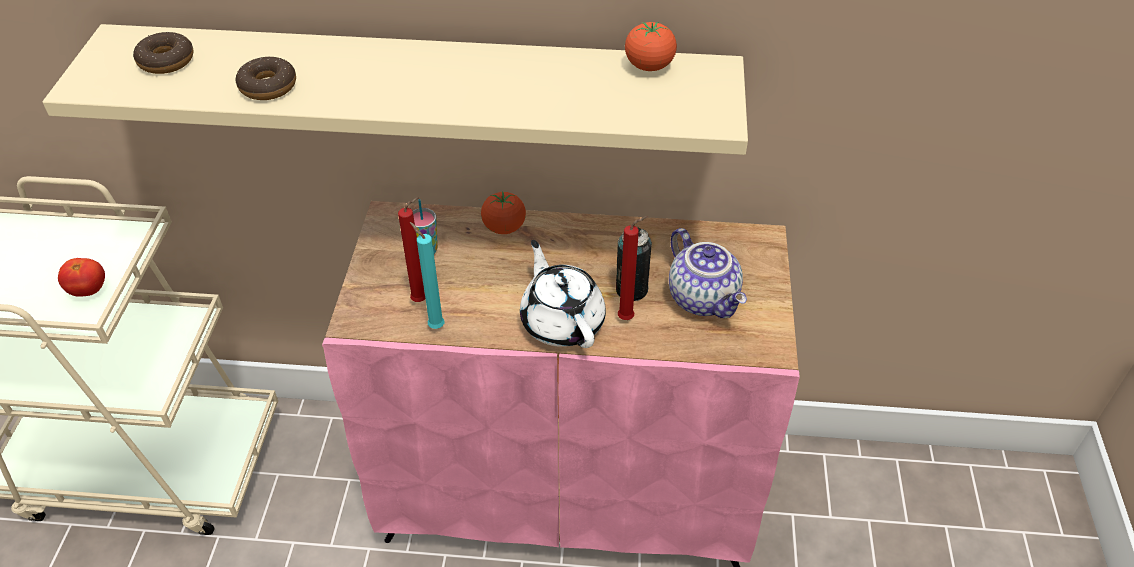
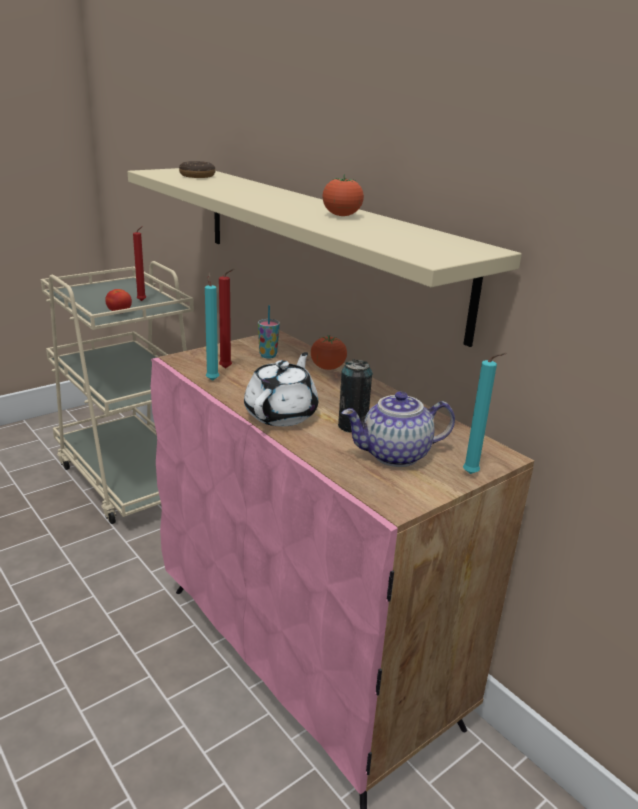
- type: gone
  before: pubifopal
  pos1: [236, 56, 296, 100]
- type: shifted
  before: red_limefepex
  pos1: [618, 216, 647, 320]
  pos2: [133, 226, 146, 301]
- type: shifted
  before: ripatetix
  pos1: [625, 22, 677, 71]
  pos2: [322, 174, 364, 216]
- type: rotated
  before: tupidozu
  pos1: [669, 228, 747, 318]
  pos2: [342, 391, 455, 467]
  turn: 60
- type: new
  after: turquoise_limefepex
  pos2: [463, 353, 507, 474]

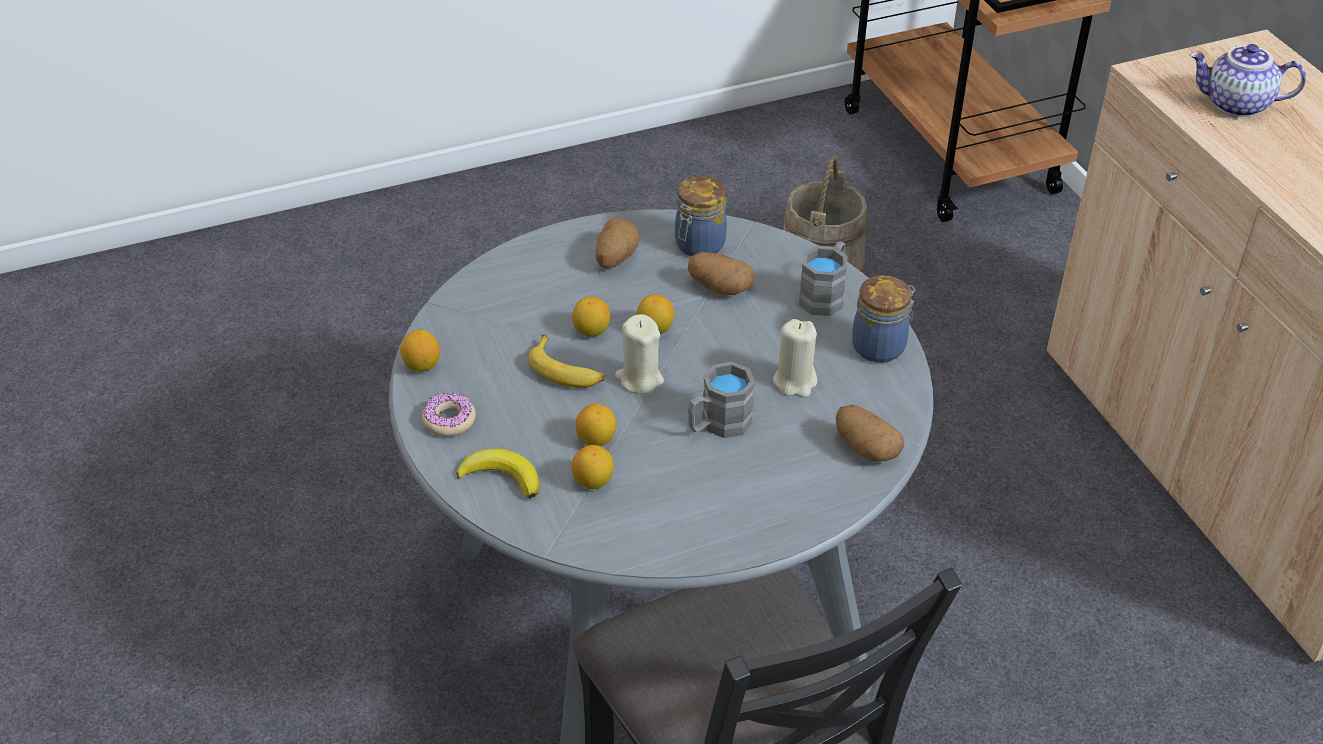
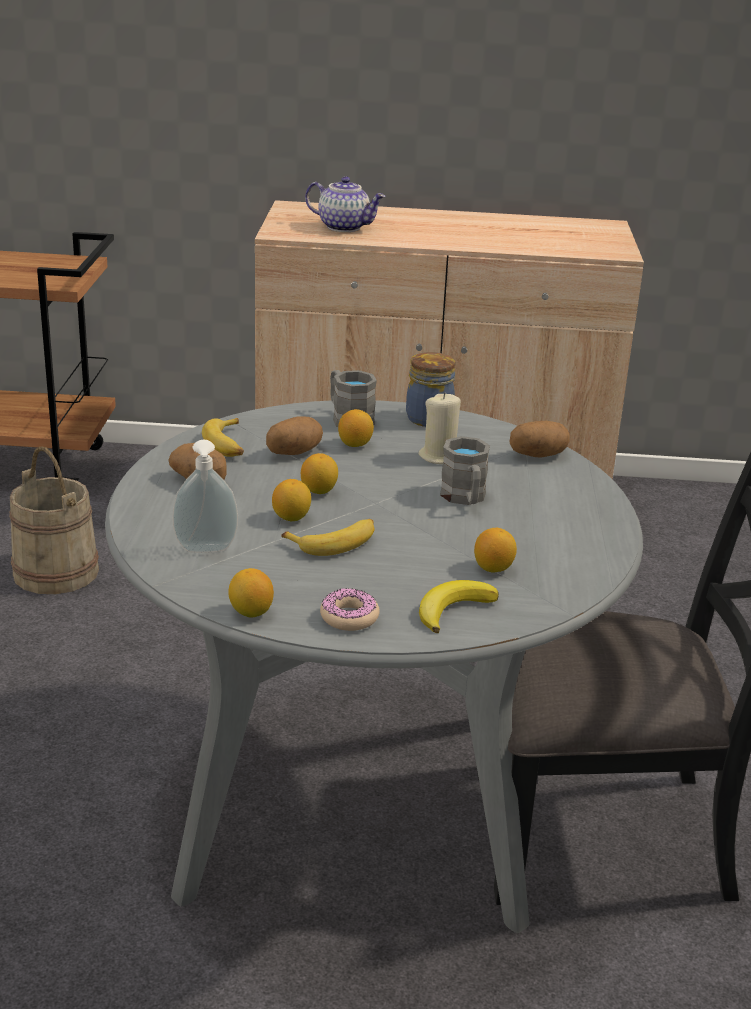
- type: shifted
  before: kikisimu
  pos1: [575, 404, 616, 446]
  pos2: [338, 409, 374, 447]
- type: gone
  before: beige_limefepex
  pos1: [615, 314, 664, 394]
- type: swapped
  before: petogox
  after: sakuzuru
  pos1: [675, 176, 727, 256]
  pos2: [202, 418, 244, 457]
- type: rotated
  before: tupidozu
  pos1: [1189, 44, 1306, 117]
  pos2: [305, 176, 386, 232]
  turn: -105
- type: new
  after: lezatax
  pos2: [172, 439, 238, 553]

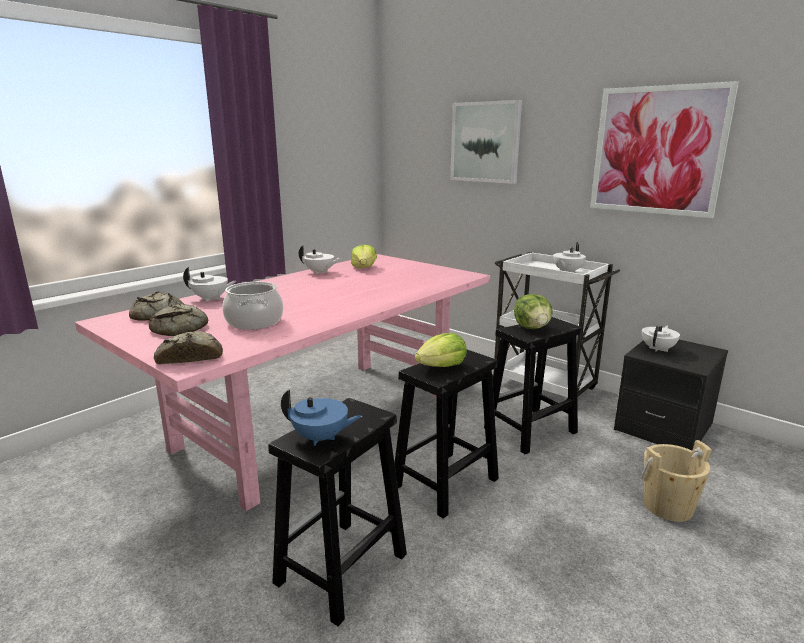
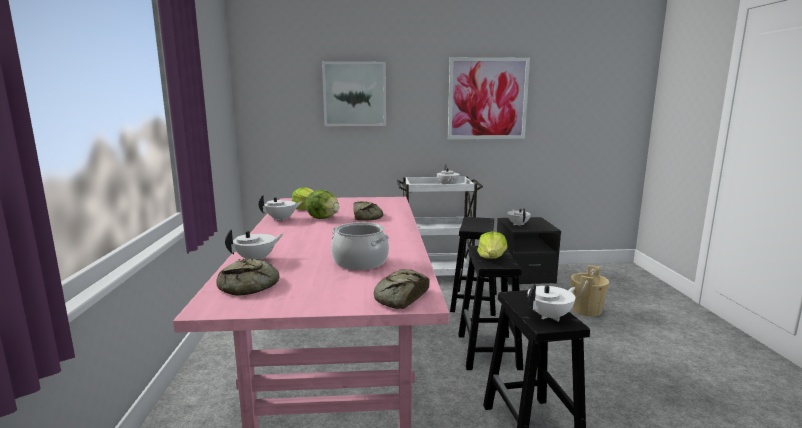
- type: shifted
  before: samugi
  pos1: [149, 304, 208, 336]
  pos2: [353, 201, 383, 221]
- type: repainted
  before: blue_tupidozu
  after: white_tupidozu
  pos1: [281, 389, 362, 446]
  pos2: [528, 284, 575, 322]
- type: shifted
  before: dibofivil
  pos1: [514, 294, 553, 329]
  pos2: [305, 190, 339, 219]

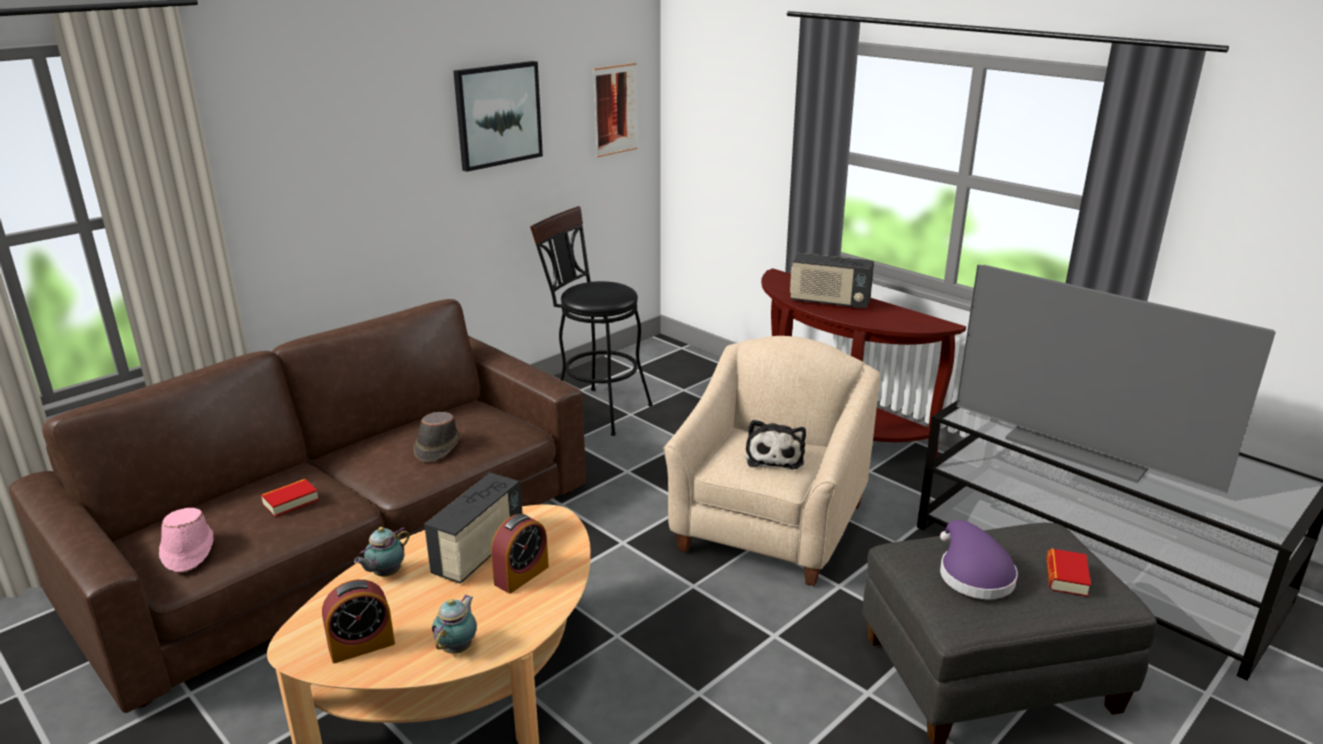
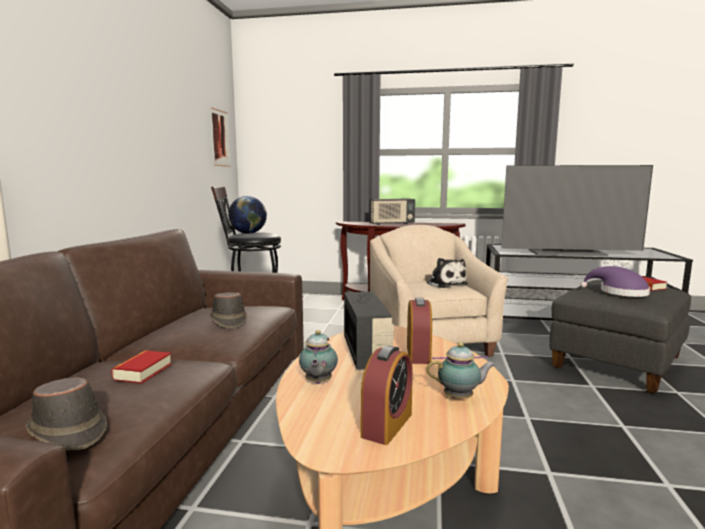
- type: repainted
  before: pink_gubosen
  after: brown_gubosen
  pos1: [159, 508, 213, 572]
  pos2: [26, 377, 107, 450]
- type: rotated
  before: tupidozu
  pos1: [432, 595, 477, 654]
  pos2: [426, 342, 496, 398]
  turn: 105
- type: gone
  before: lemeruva
  pos1: [453, 61, 543, 172]
- type: new
  after: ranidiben
  pos2: [228, 196, 267, 234]

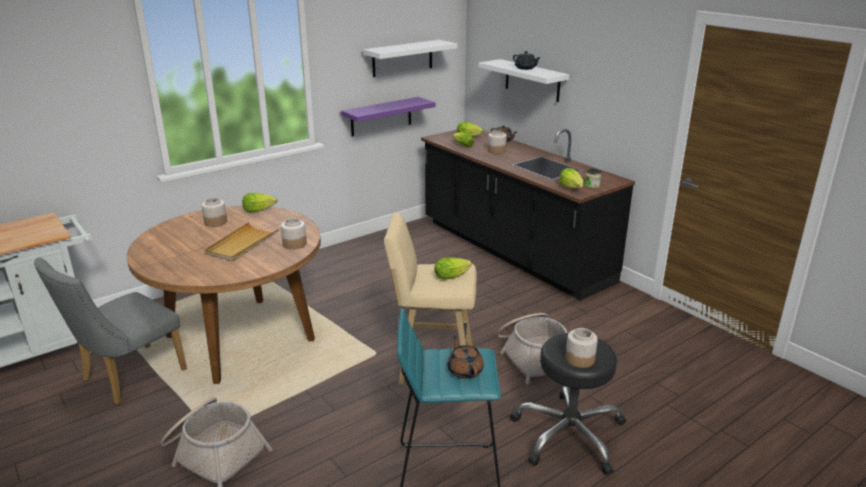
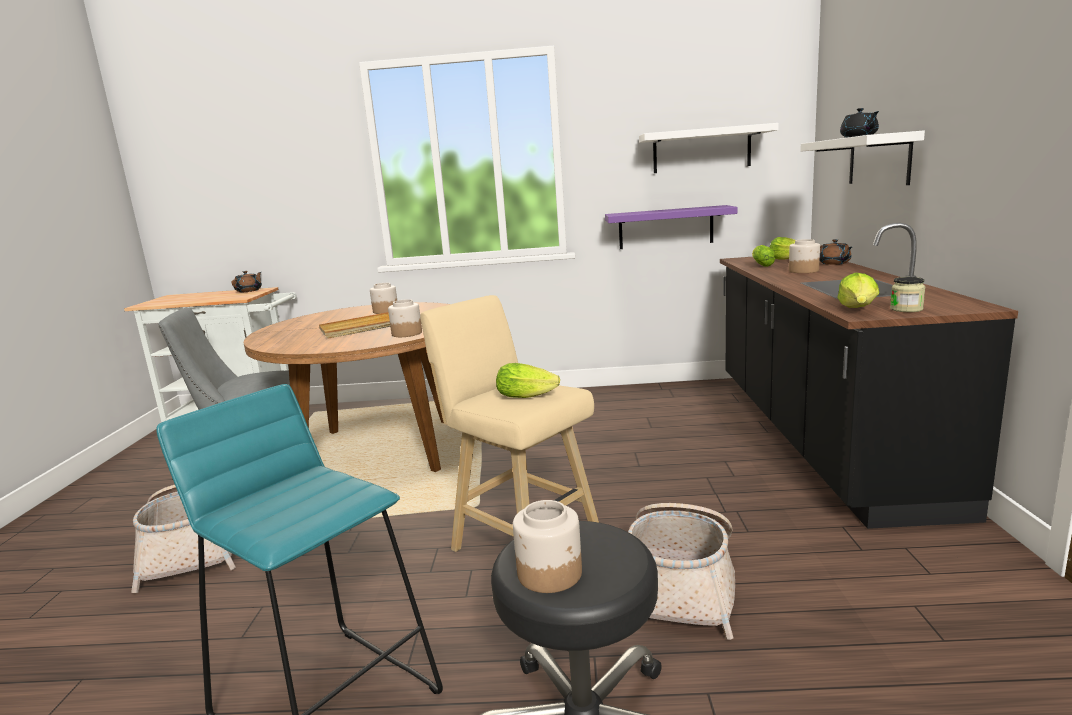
- type: gone
  before: dibofivil
  pos1: [242, 193, 277, 213]
- type: shifted
  before: brown_tupidozu
  pos1: [447, 336, 484, 379]
  pos2: [231, 271, 262, 292]

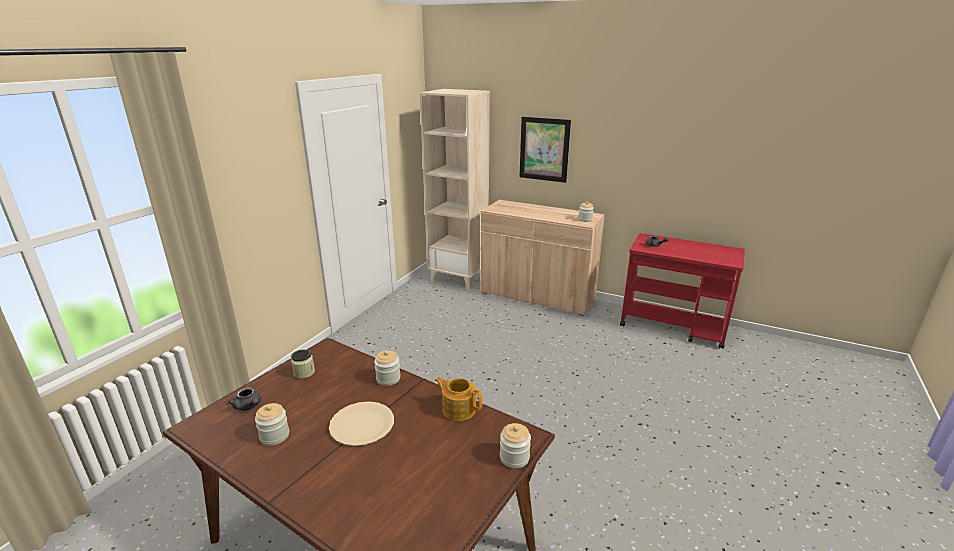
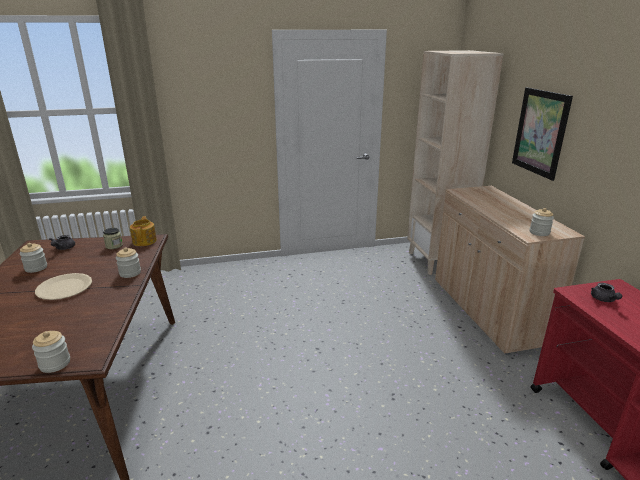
- type: shifted
  before: tupidozu
  pos1: [435, 377, 482, 421]
  pos2: [130, 216, 157, 246]

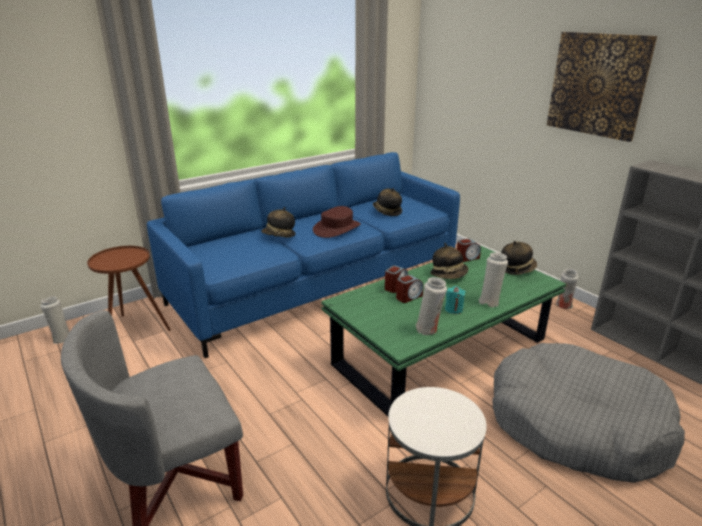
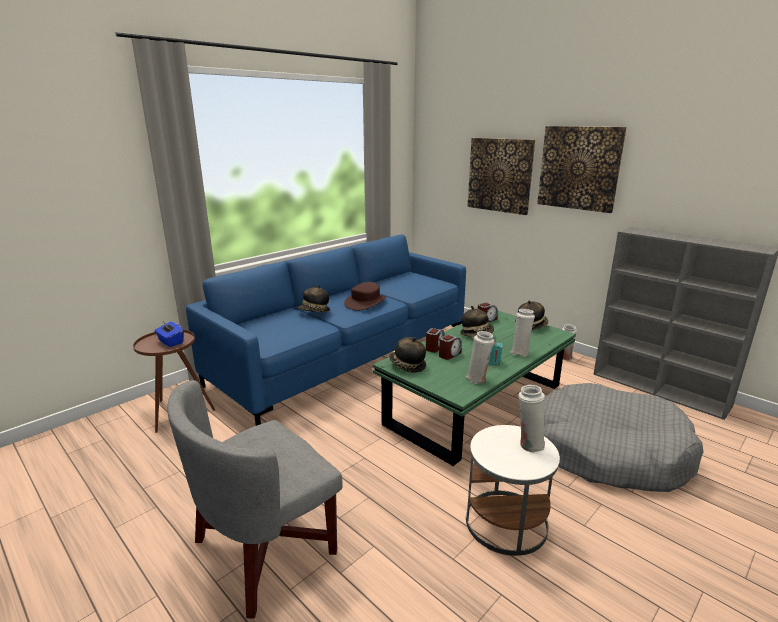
- type: shifted
  before: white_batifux
  pos1: [41, 296, 70, 344]
  pos2: [518, 385, 546, 453]
- type: shifted
  before: gubosen
  pos1: [373, 188, 402, 216]
  pos2: [389, 337, 426, 373]
- type: new
  after: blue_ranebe
  pos2: [154, 322, 184, 347]
- type: new
  after: lemeruva
  pos2: [468, 138, 535, 215]

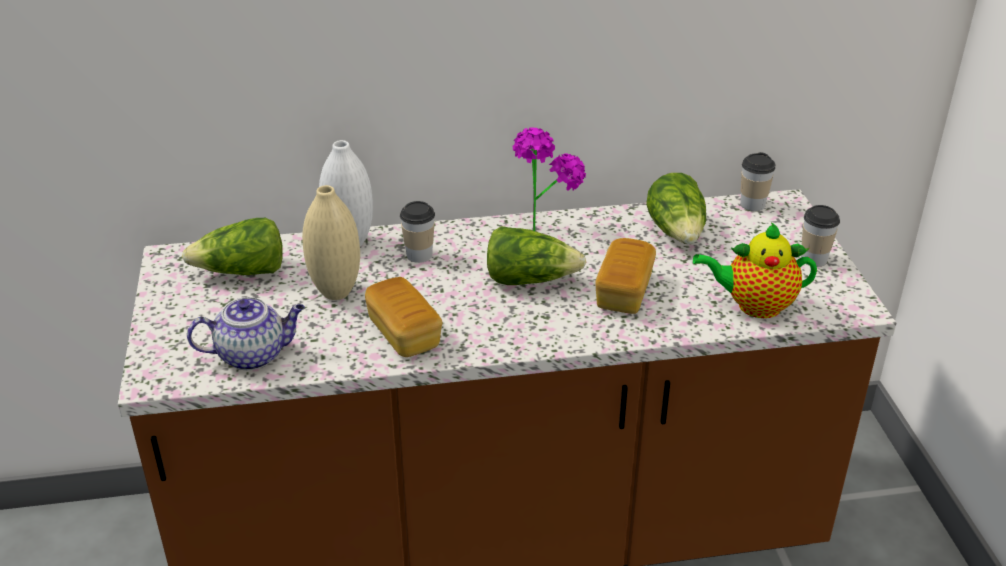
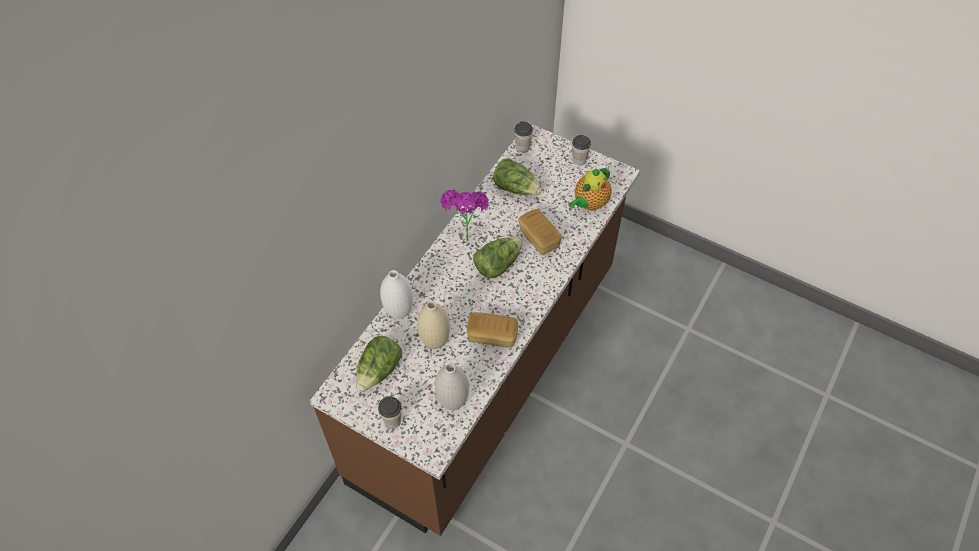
- type: swapped
  before: tupidozu
  after: white_batifux
  pos1: [187, 297, 305, 370]
  pos2: [435, 363, 469, 410]
- type: shifted
  before: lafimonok
  pos1: [400, 201, 435, 263]
  pos2: [378, 396, 401, 429]

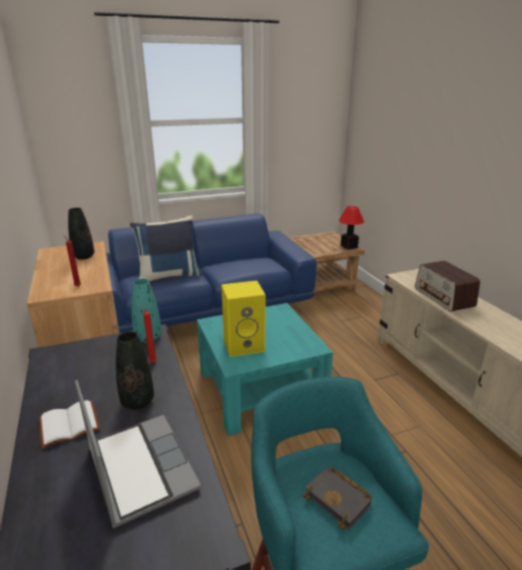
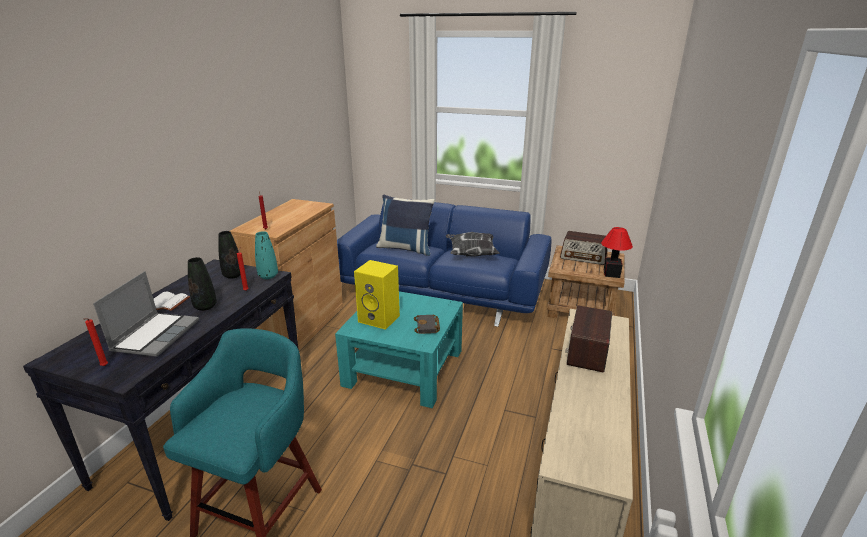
- type: shifted
  before: black_batifux
  pos1: [68, 208, 94, 260]
  pos2: [218, 231, 241, 279]
- type: shifted
  before: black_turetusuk
  pos1: [303, 467, 372, 530]
  pos2: [414, 315, 440, 334]
- type: new
  after: red_limefepex
  pos2: [85, 318, 108, 366]
- type: new
  after: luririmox
  pos2: [446, 232, 499, 257]
- type: new
  after: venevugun
  pos2: [560, 231, 607, 265]

